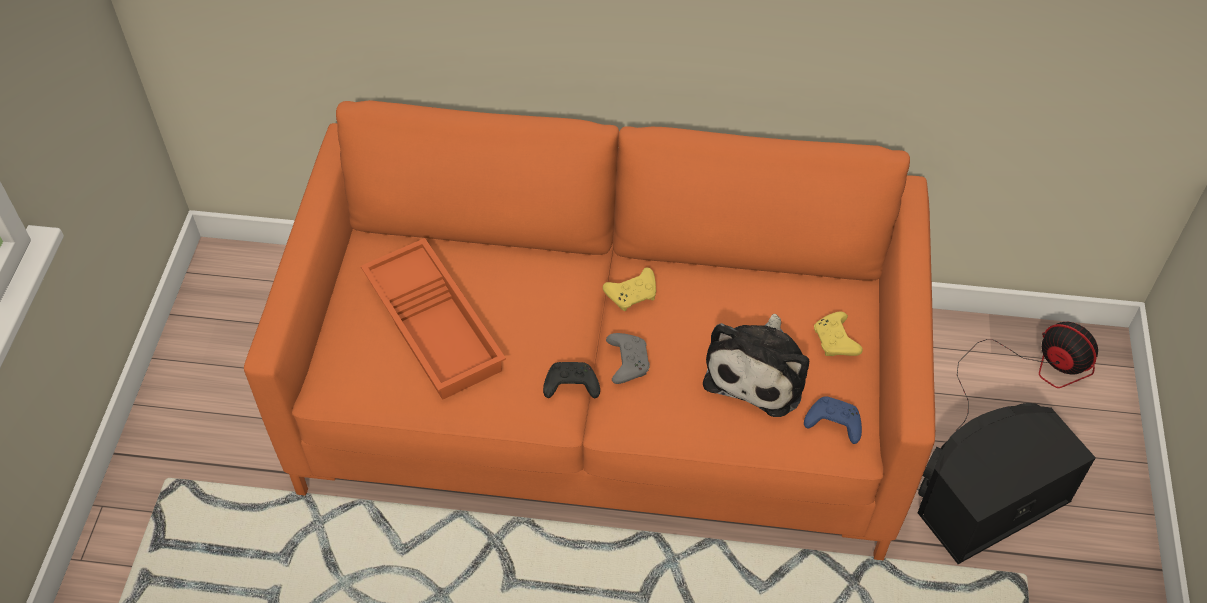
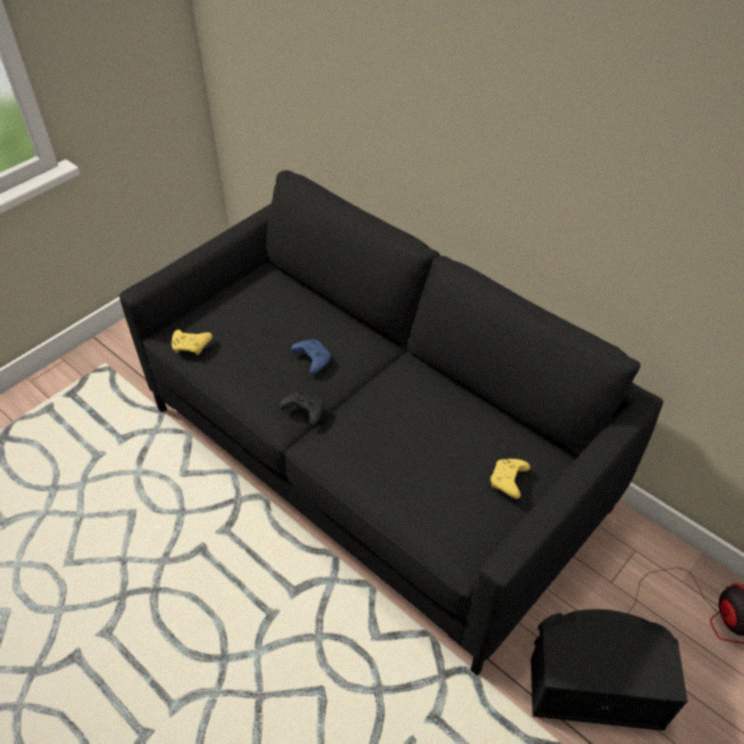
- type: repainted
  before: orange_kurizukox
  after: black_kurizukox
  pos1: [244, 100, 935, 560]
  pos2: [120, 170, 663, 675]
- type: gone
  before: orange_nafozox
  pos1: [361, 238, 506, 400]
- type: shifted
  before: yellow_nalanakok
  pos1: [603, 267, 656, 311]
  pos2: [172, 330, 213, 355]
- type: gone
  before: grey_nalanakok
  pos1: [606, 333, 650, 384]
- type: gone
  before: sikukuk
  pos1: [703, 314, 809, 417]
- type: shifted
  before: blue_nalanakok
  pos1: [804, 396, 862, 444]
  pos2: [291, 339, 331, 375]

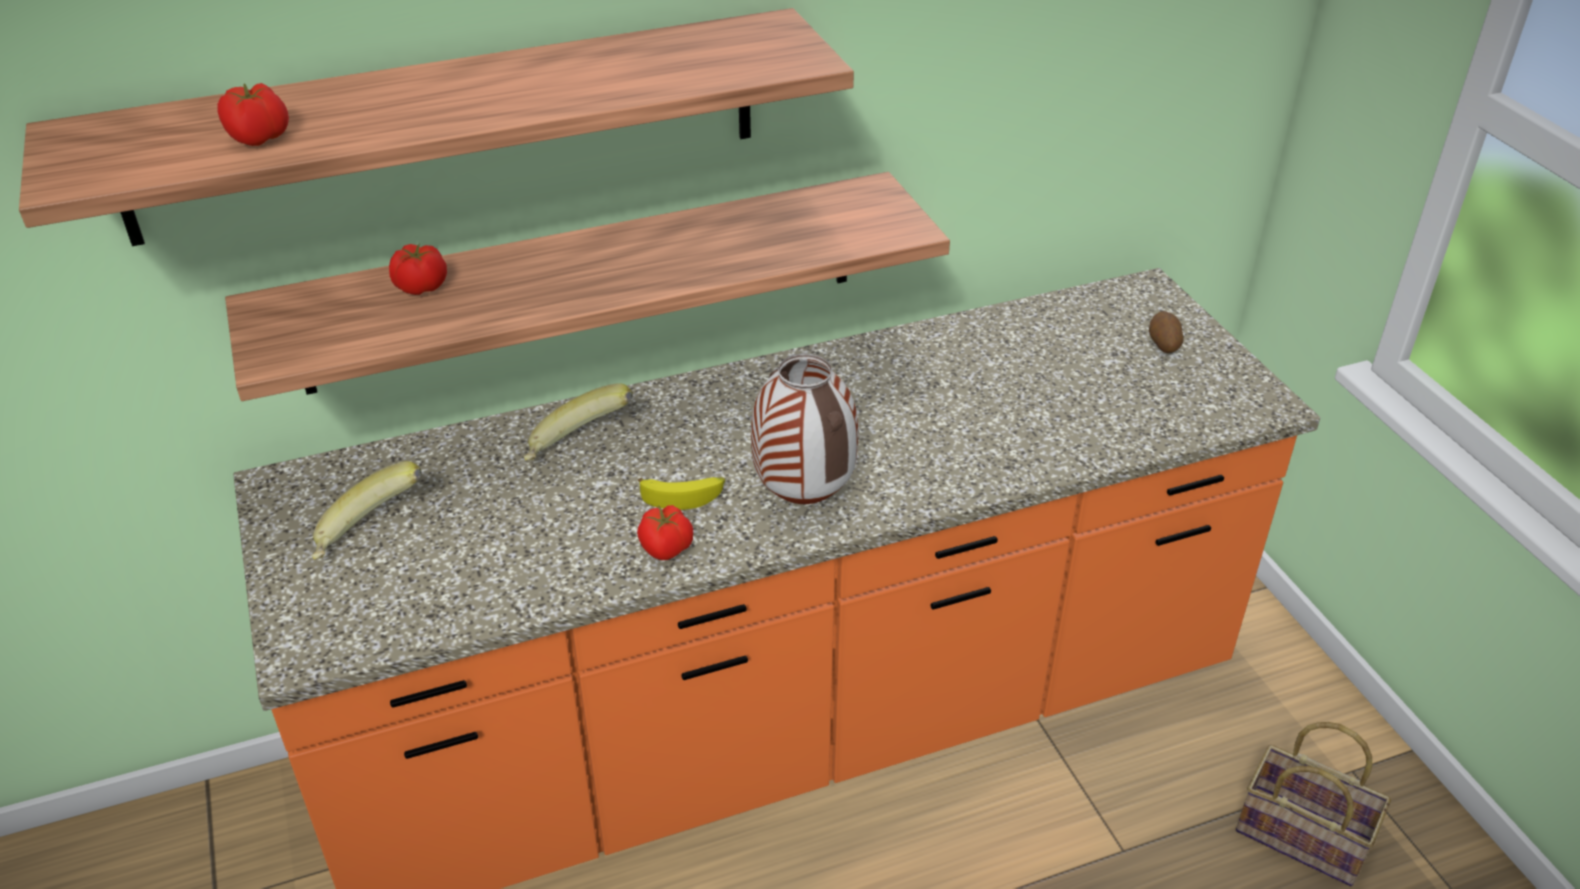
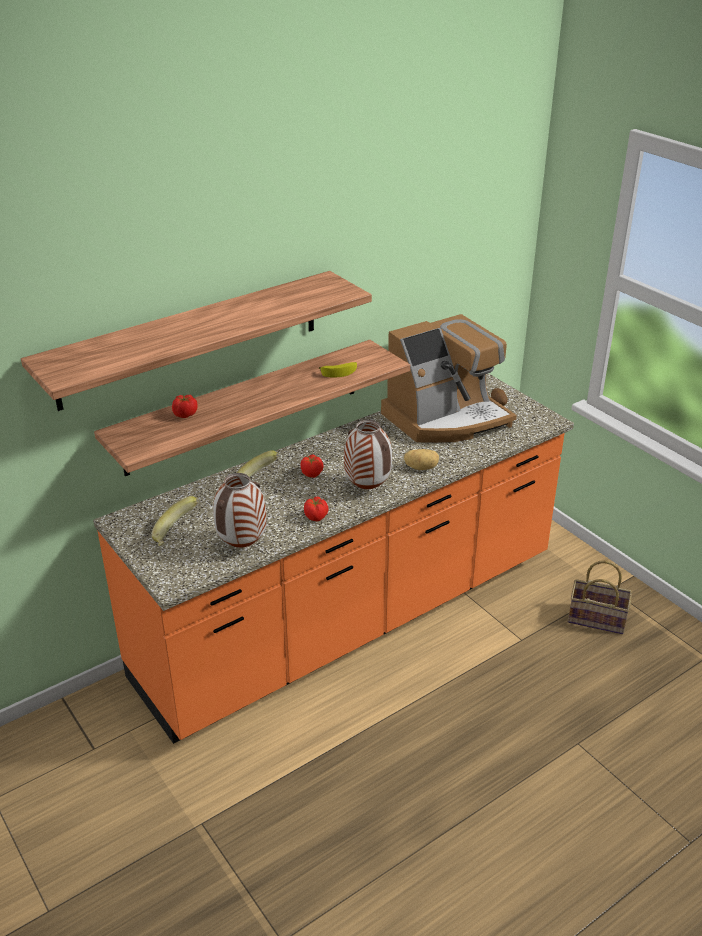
- type: shifted
  before: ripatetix
  pos1: [217, 83, 289, 146]
  pos2: [301, 454, 324, 478]
- type: shifted
  before: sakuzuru
  pos1: [638, 477, 725, 510]
  pos2: [319, 362, 357, 377]
- type: new
  after: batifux
  pos2: [213, 473, 267, 548]
- type: new
  after: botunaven
  pos2: [381, 314, 517, 443]
- type: new
  after: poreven
  pos2: [404, 449, 439, 470]

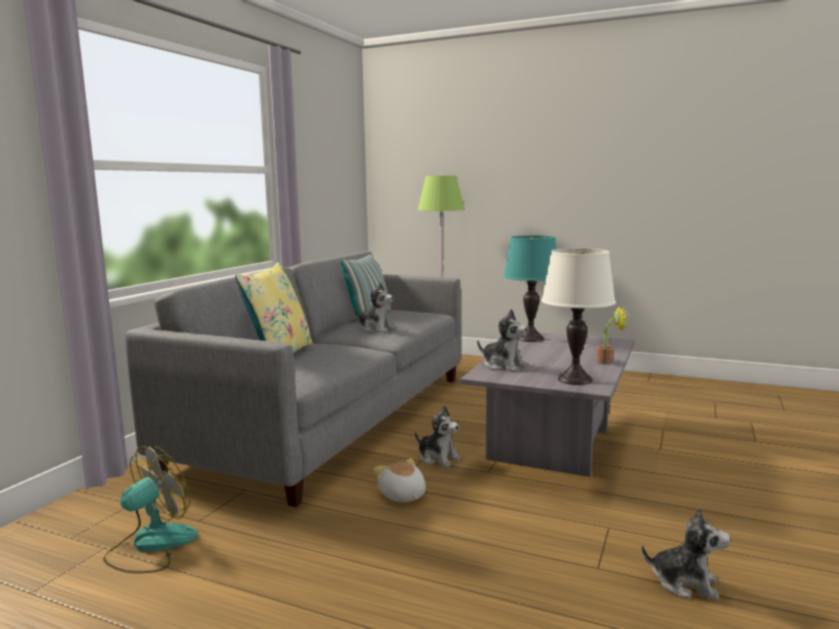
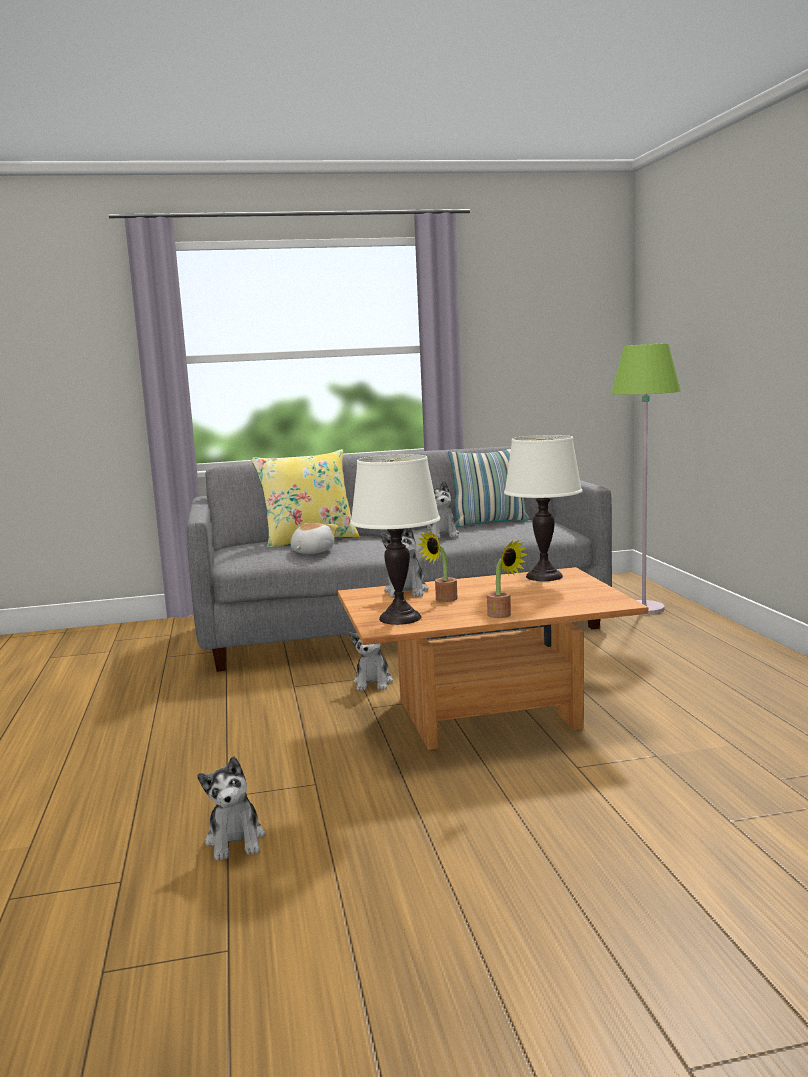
- type: gone
  before: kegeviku
  pos1: [103, 446, 198, 573]
- type: shifted
  before: sikukuk
  pos1: [374, 458, 426, 502]
  pos2: [291, 522, 338, 554]
- type: repainted
  before: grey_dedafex
  after: brown_dedafex
  pos1: [460, 332, 635, 477]
  pos2: [338, 567, 648, 750]
- type: repainted
  before: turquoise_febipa
  after: white_febipa
  pos1: [503, 235, 556, 342]
  pos2: [504, 435, 583, 581]
- type: new
  after: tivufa
  pos2: [417, 530, 458, 602]

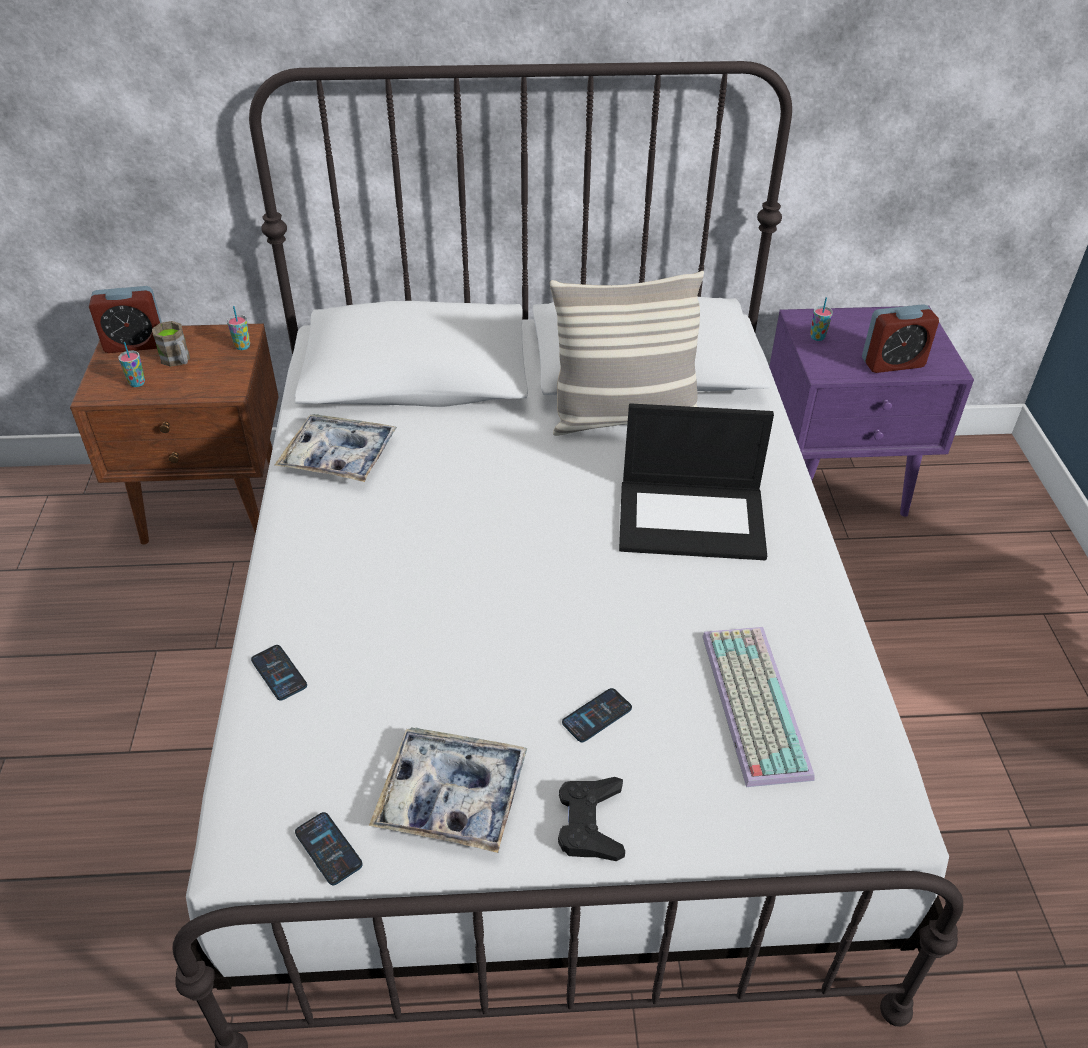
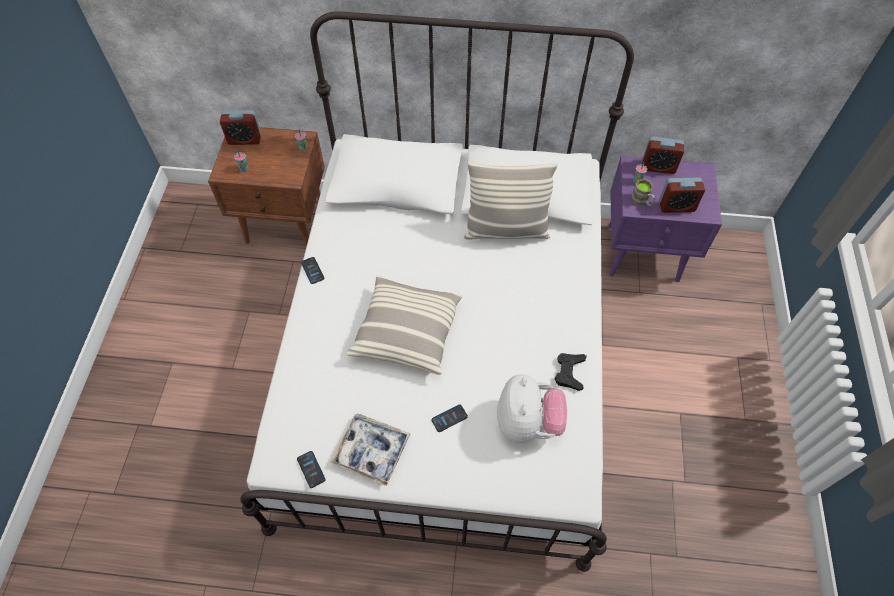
- type: shifted
  before: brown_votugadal
  pos1: [152, 321, 190, 367]
  pos2: [631, 179, 656, 206]
- type: shifted
  before: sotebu
  pos1: [251, 645, 307, 701]
  pos2: [301, 257, 324, 284]
- type: gone
  before: nafozox
  pos1: [275, 414, 397, 482]
- type: shifted
  before: black_nalanakok
  pos1: [558, 777, 625, 861]
  pos2: [555, 353, 587, 391]
- type: gone
  before: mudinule
  pos1: [619, 403, 774, 560]
- type: swapped
  before: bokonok
  after: sikukuk
  pos1: [702, 627, 815, 787]
  pos2: [497, 374, 567, 443]
- type: new
  after: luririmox
  pos2: [346, 275, 463, 375]
- type: new
  after: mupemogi
  pos2: [642, 137, 684, 174]

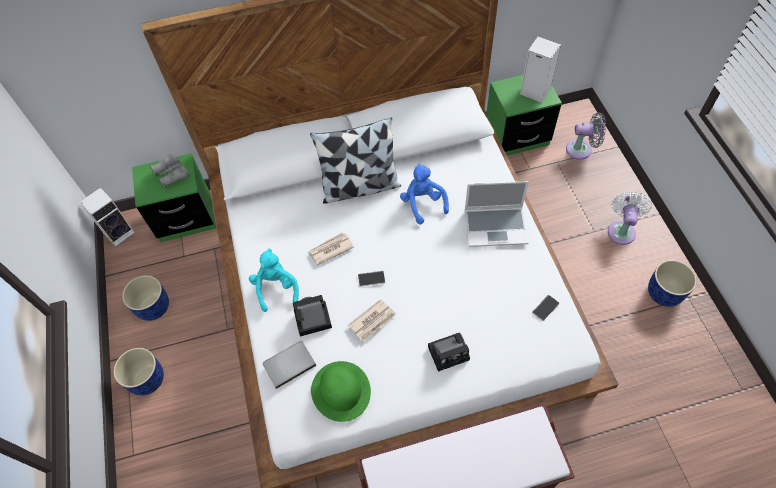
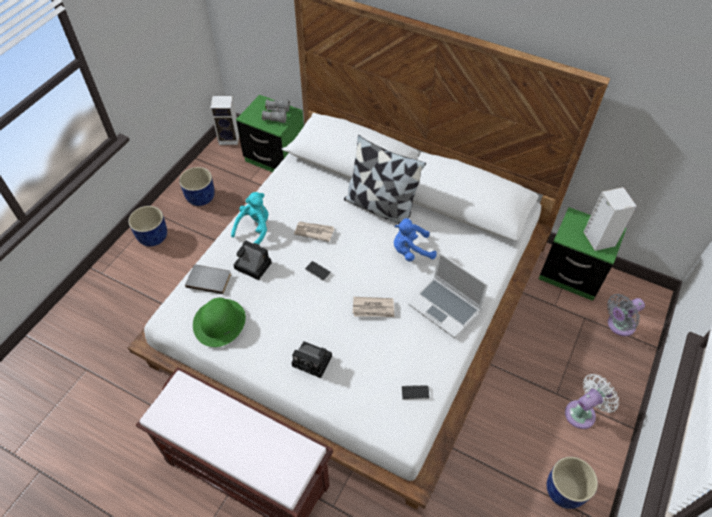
- type: shifted
  before: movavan
  pos1: [348, 299, 396, 341]
  pos2: [353, 297, 394, 317]
- type: rotated
  before: blue_sikukuk
  pos1: [400, 164, 449, 224]
  pos2: [394, 218, 437, 261]
  turn: -120
- type: rotated
  before: grey_kegeviku
  pos1: [566, 112, 606, 160]
  pos2: [607, 294, 645, 336]
  turn: 105

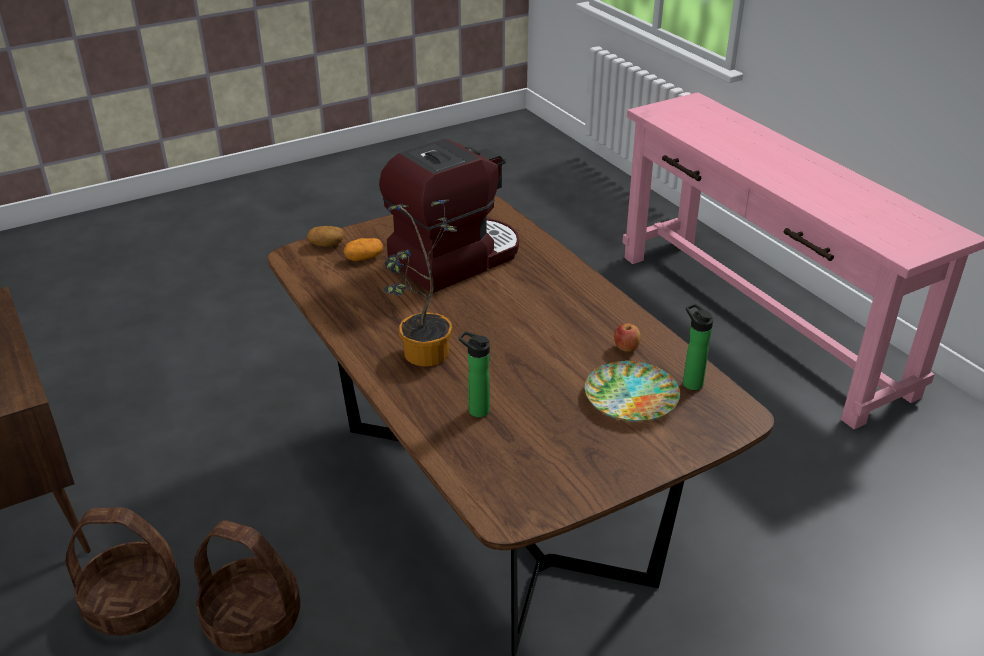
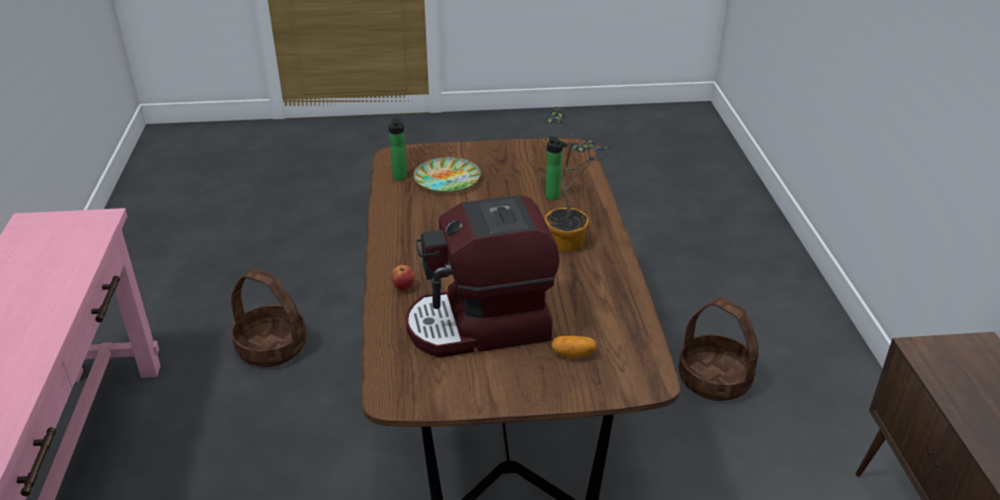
- type: shifted
  before: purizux
  pos1: [66, 507, 180, 636]
  pos2: [231, 269, 306, 367]
- type: gone
  before: poreven
  pos1: [307, 226, 344, 247]
- type: shifted
  before: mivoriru
  pos1: [614, 323, 641, 352]
  pos2: [391, 265, 415, 291]

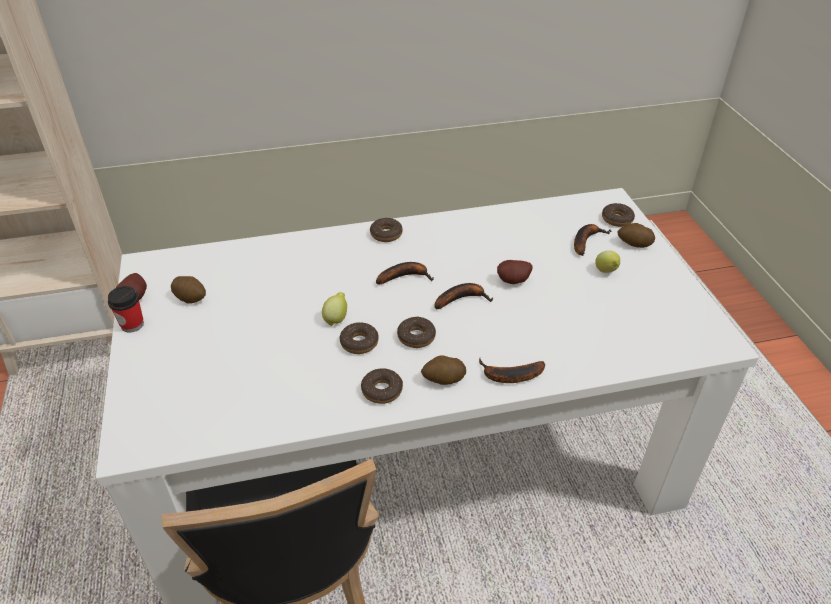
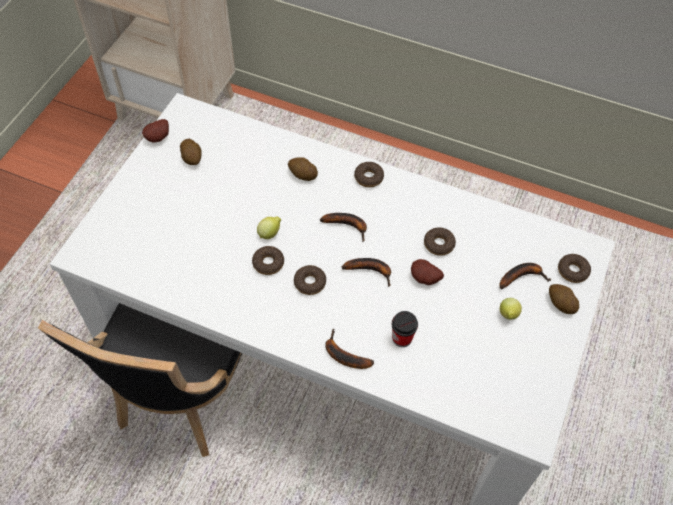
- type: shifted
  before: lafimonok
  pos1: [108, 286, 144, 333]
  pos2: [391, 311, 418, 347]
- type: shifted
  before: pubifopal
  pos1: [361, 368, 403, 404]
  pos2: [424, 227, 456, 256]
- type: shifted
  before: poreven
  pos1: [421, 355, 466, 385]
  pos2: [288, 157, 318, 181]

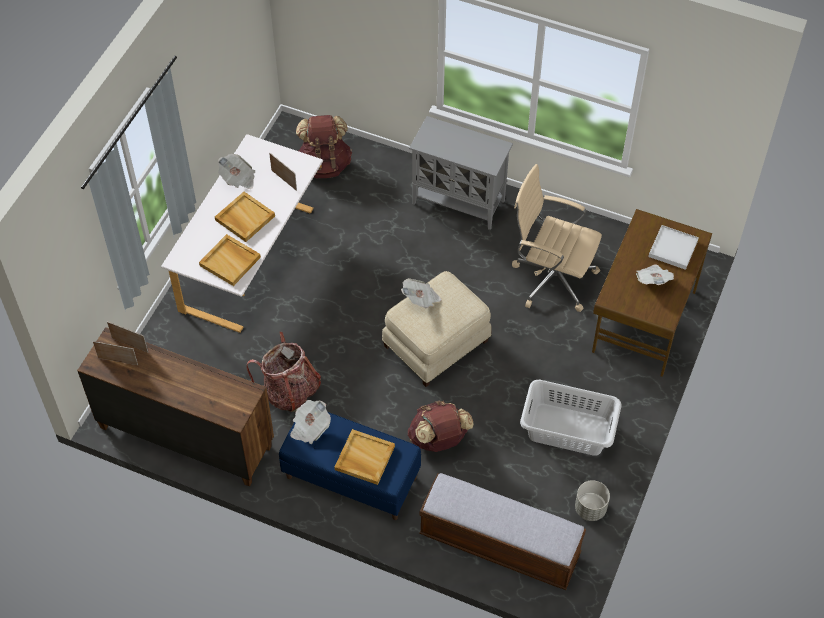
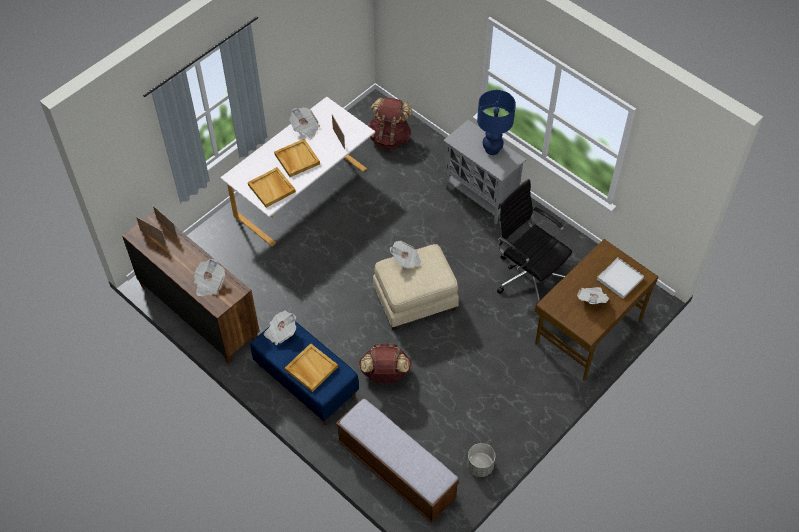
- type: gone
  before: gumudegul
  pos1: [247, 332, 321, 412]
- type: repainted
  before: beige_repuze
  after: black_repuze
  pos1: [512, 164, 602, 312]
  pos2: [497, 179, 572, 303]
- type: gone
  before: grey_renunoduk
  pos1: [520, 380, 621, 456]
- type: new
  after: movavan
  pos2: [194, 259, 225, 296]
- type: new
  after: blue_febipa
  pos2: [477, 90, 516, 155]

